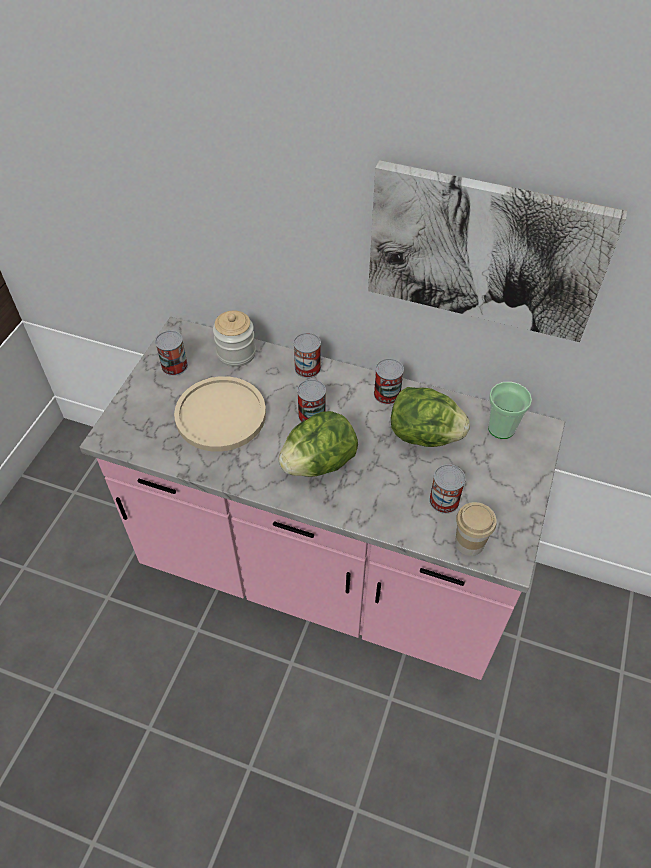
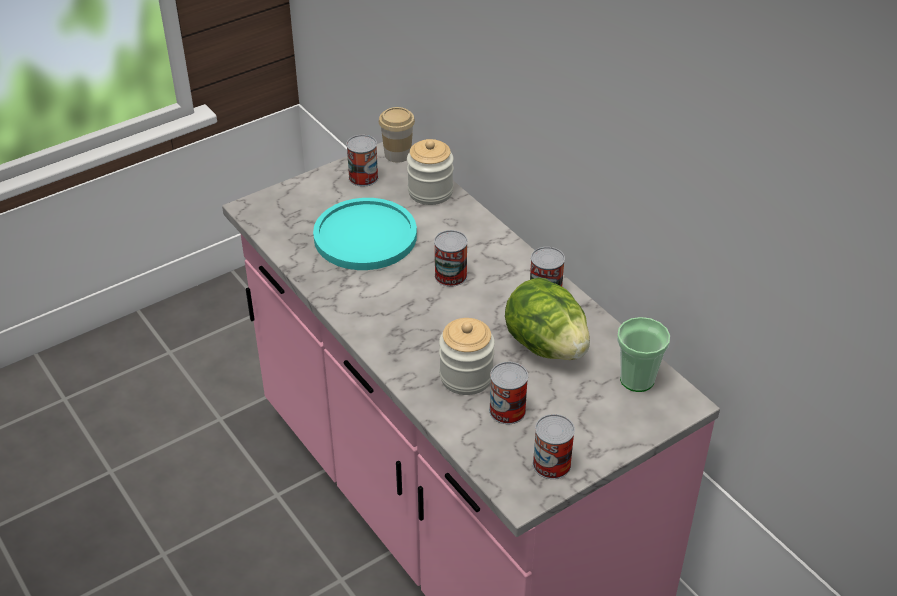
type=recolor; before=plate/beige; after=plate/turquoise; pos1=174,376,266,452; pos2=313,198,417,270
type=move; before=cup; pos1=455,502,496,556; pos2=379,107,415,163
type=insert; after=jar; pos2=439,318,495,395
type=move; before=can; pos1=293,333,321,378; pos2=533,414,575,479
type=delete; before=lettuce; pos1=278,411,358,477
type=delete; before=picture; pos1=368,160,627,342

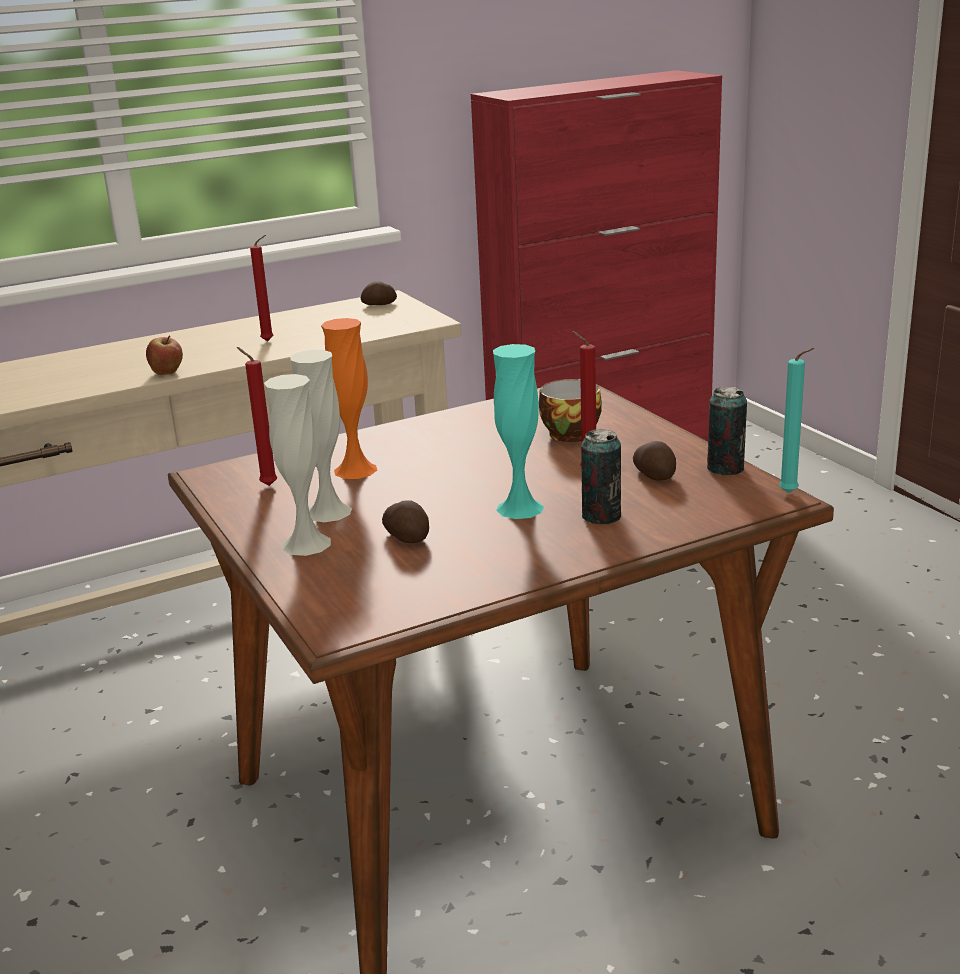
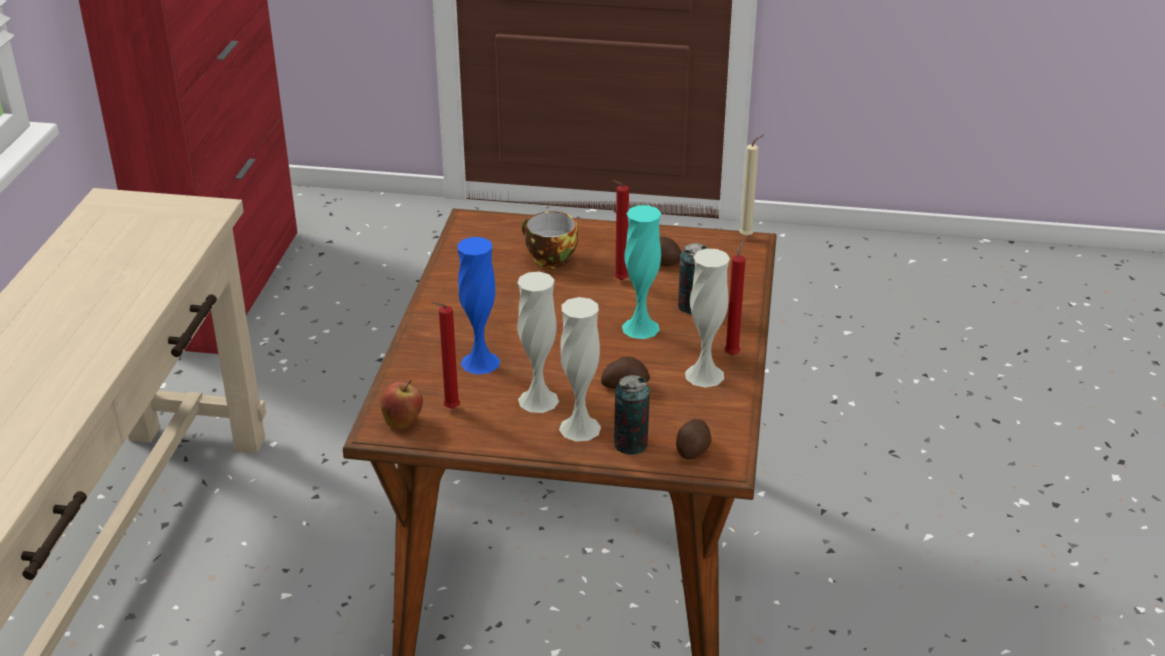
type=move; before=apple; pos1=146,336,183,375; pos2=380,380,423,428
type=recolor; before=vase/orange; after=vase/blue; pos1=321,318,377,479; pos2=457,237,500,375
type=move; before=can; pos1=707,386,747,475; pos2=614,375,650,455
type=move; before=potato; pos1=361,281,397,305; pos2=676,419,712,459
type=insert; after=vase/white; pos2=685,249,730,388
type=move; before=candle/red; pos1=250,235,274,341; pos2=724,241,746,355
type=recolor; before=candle/turquoise; after=candle/beige; pos1=779,348,815,493; pos2=739,134,765,237

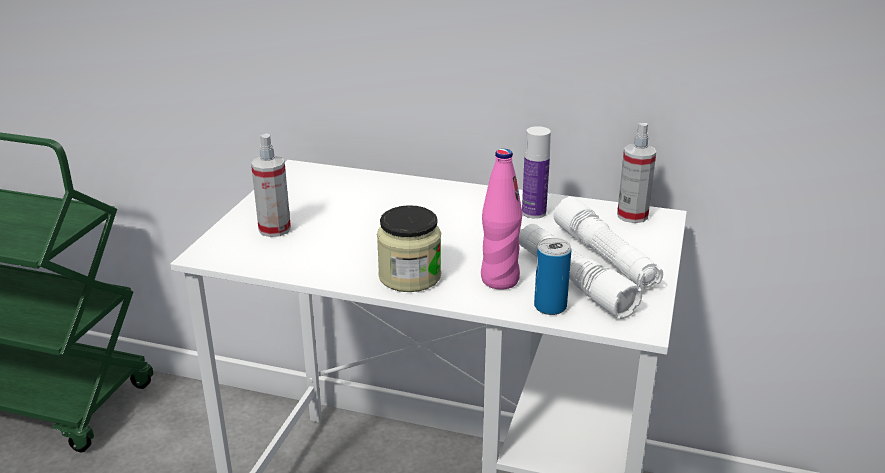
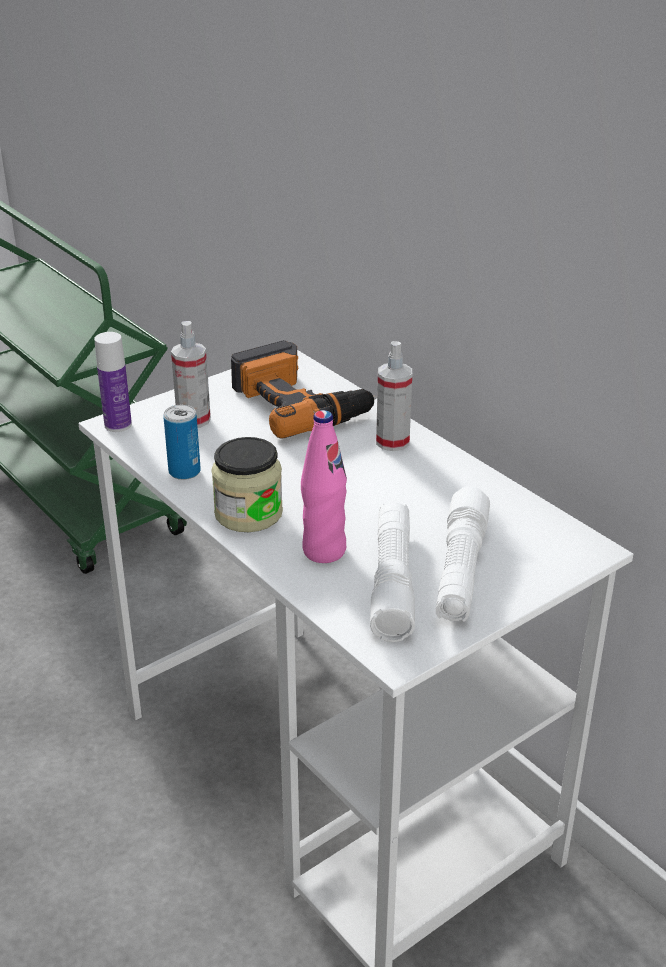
type=move; before=bottle; pos1=522,126,551,219; pos2=94,332,132,432
type=move; before=can; pos1=534,238,572,315; pos2=163,405,201,480
type=insert; after=power drill; pos2=231,340,377,439
type=move; before=spray bottle; pos1=617,123,656,223; pos2=376,341,412,451

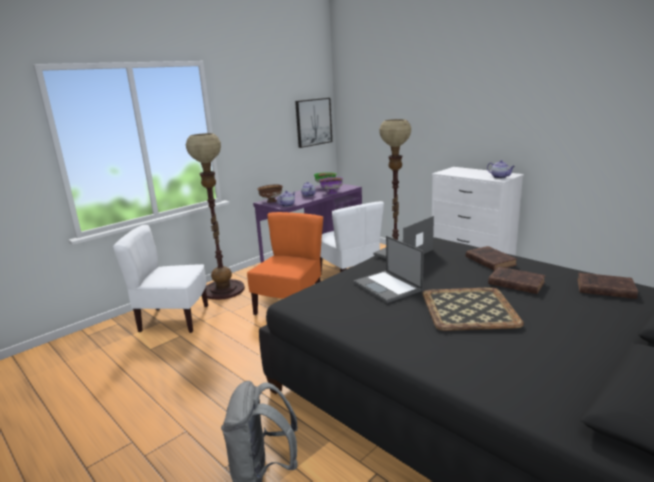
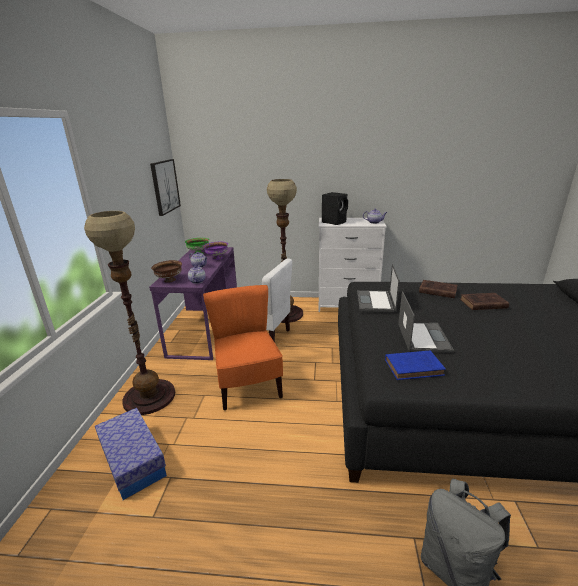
type=replace; before=chair/white; after=storage box; pos1=113,225,208,333; pos2=95,408,167,500
type=insert; after=speaker/black; pos2=322,192,348,225
type=insert; after=book/blue; pos2=385,350,446,380
type=rotate; before=laptop; pos1=353,236,424,303; pos2=398,291,454,353; turn=-105
type=delete; before=tray; pos1=422,287,524,331
type=delete; before=book/brown; pos1=577,273,638,299

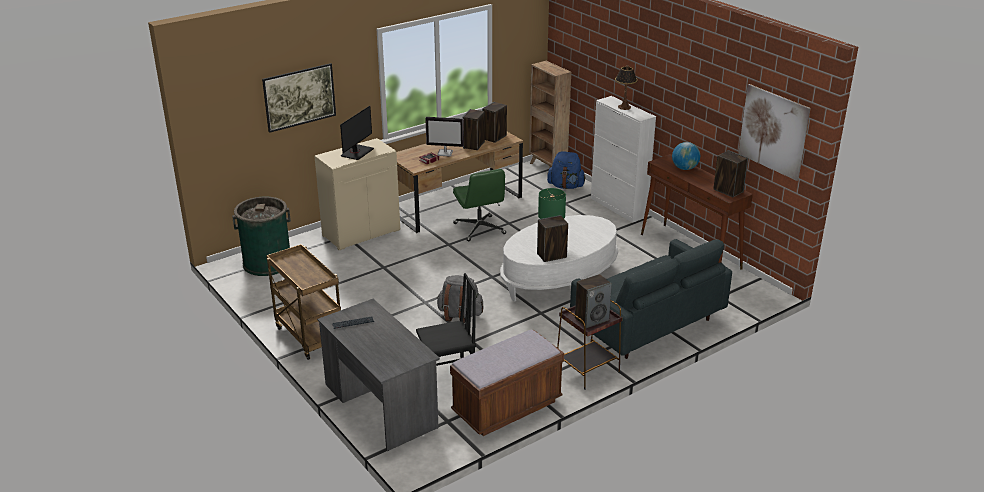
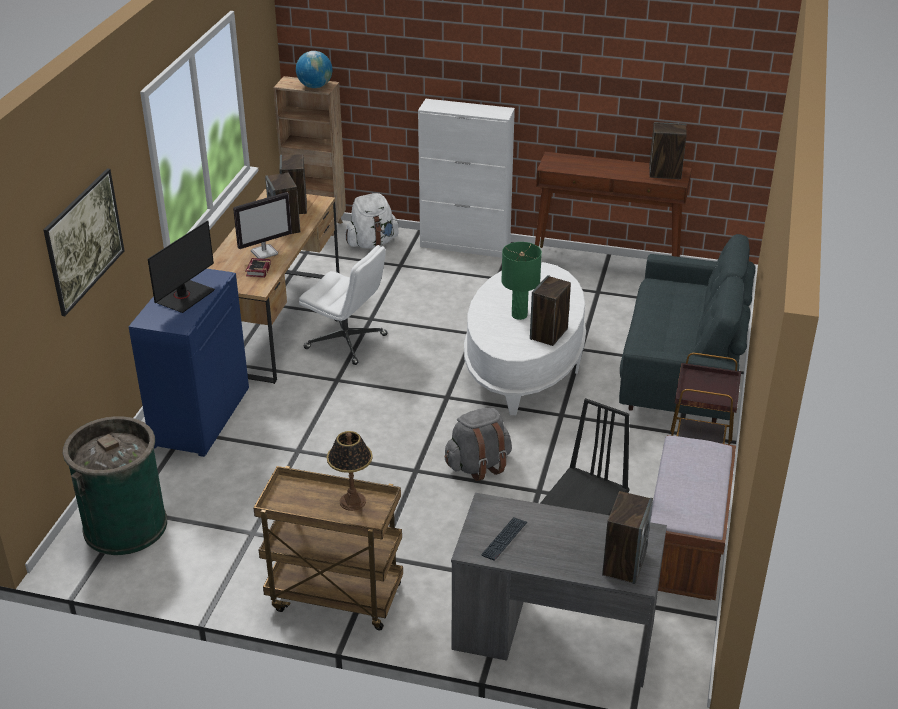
type=recolor; before=cabinet/beige; after=cabinet/blue; pos1=314,138,400,250; pos2=128,269,249,457
type=rotate; before=monitor; pos1=340,106,374,160; pos2=148,220,215,313; turn=45
type=move; before=globe; pos1=672,142,700,170; pos2=296,51,332,88
type=recolor; before=office chair/green; after=office chair/white; pos1=453,169,506,242; pos2=299,245,388,365
type=move; before=table lamp; pos1=615,65,638,110; pos2=327,431,373,511
type=recolor; before=backpack/blue; after=backpack/white; pos1=547,151,586,189; pos2=345,193,399,248
type=move; before=speaker; pos1=575,274,612,328; pos2=602,491,653,584
type=delete; before=picture; pos1=738,84,811,181

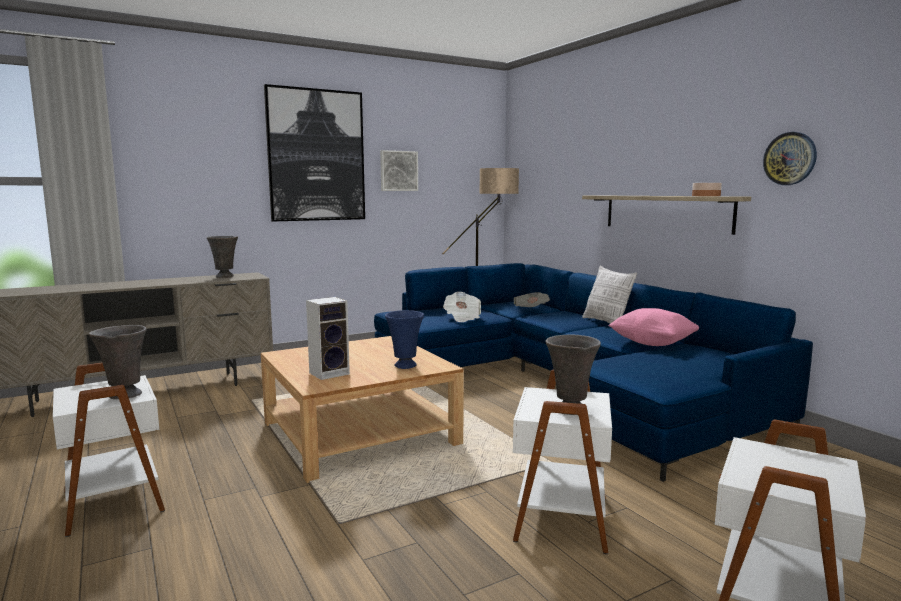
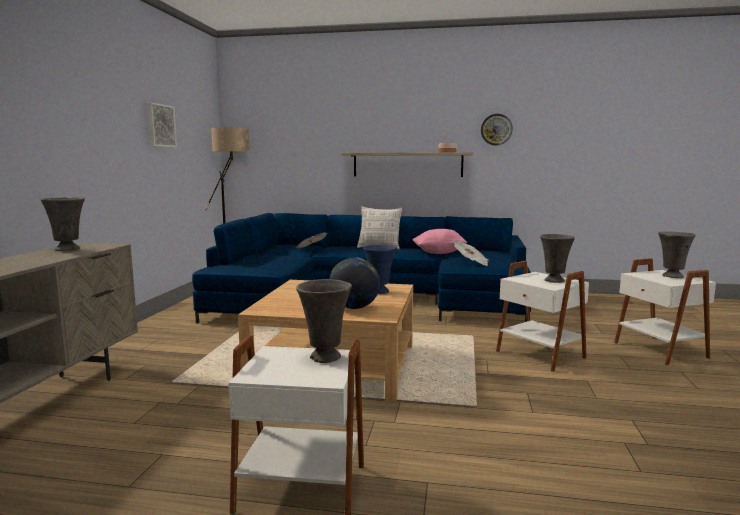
type=replace; before=speaker; after=globe; pos1=306,297,350,380; pos2=329,258,380,309
type=move; before=newspaper; pos1=443,292,481,322; pos2=454,240,489,266
type=insert; after=vase/grey; pos2=658,231,696,278
type=delete; before=picture; pos1=264,84,365,222

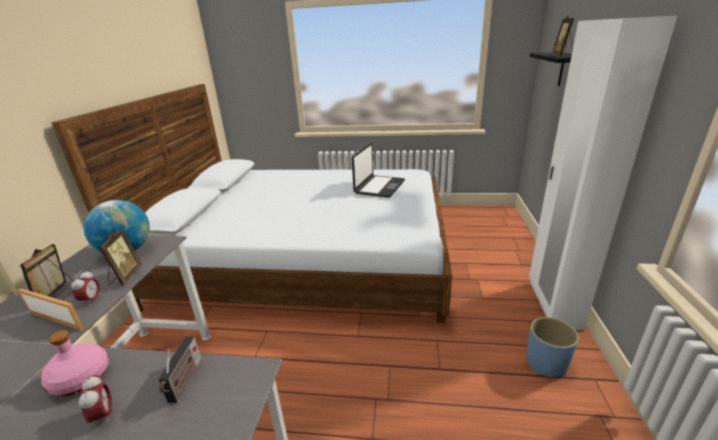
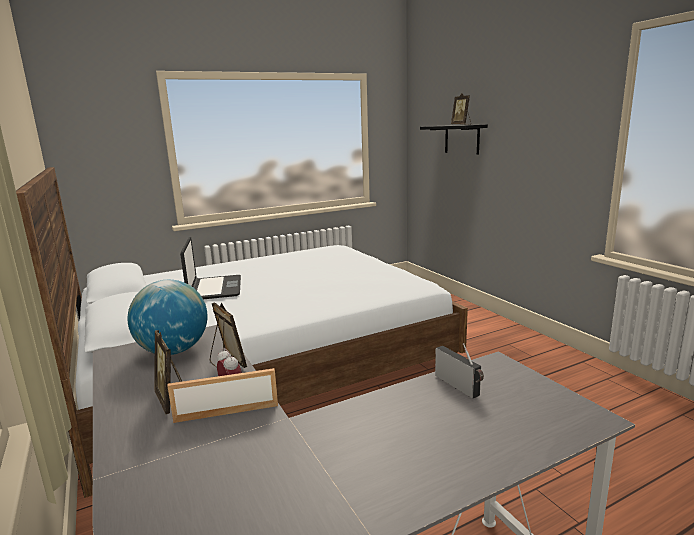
type=move; before=laptop; pos1=352,143,405,198; pos2=180,237,241,299
type=delete; before=bottle/pink; pos1=41,330,109,396
type=delete; before=alarm clock; pos1=79,375,112,423
type=delete; before=planter/blue; pos1=526,317,579,377
type=delete; before=wardrobe/white; pos1=529,15,678,330

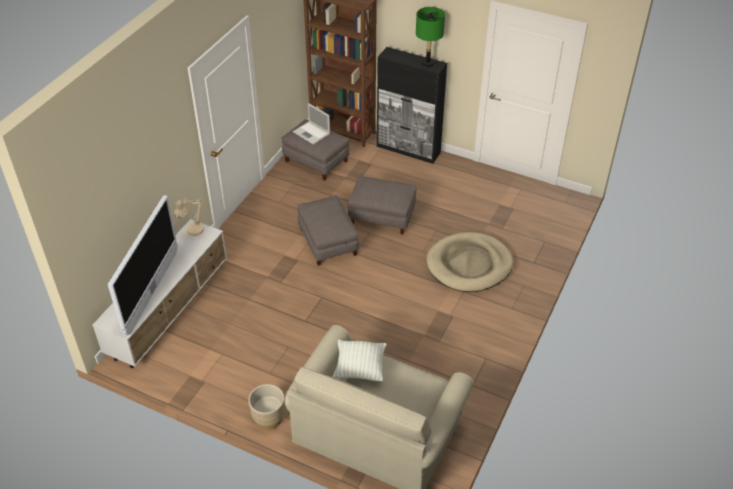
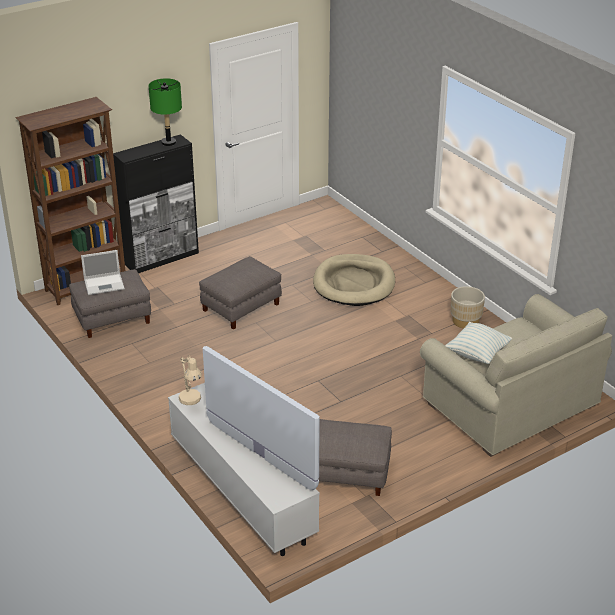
type=move; before=ottoman/grey; pos1=298,195,359,266; pos2=319,419,392,496
type=move; before=planter/beige; pos1=248,384,285,430; pos2=451,286,485,328

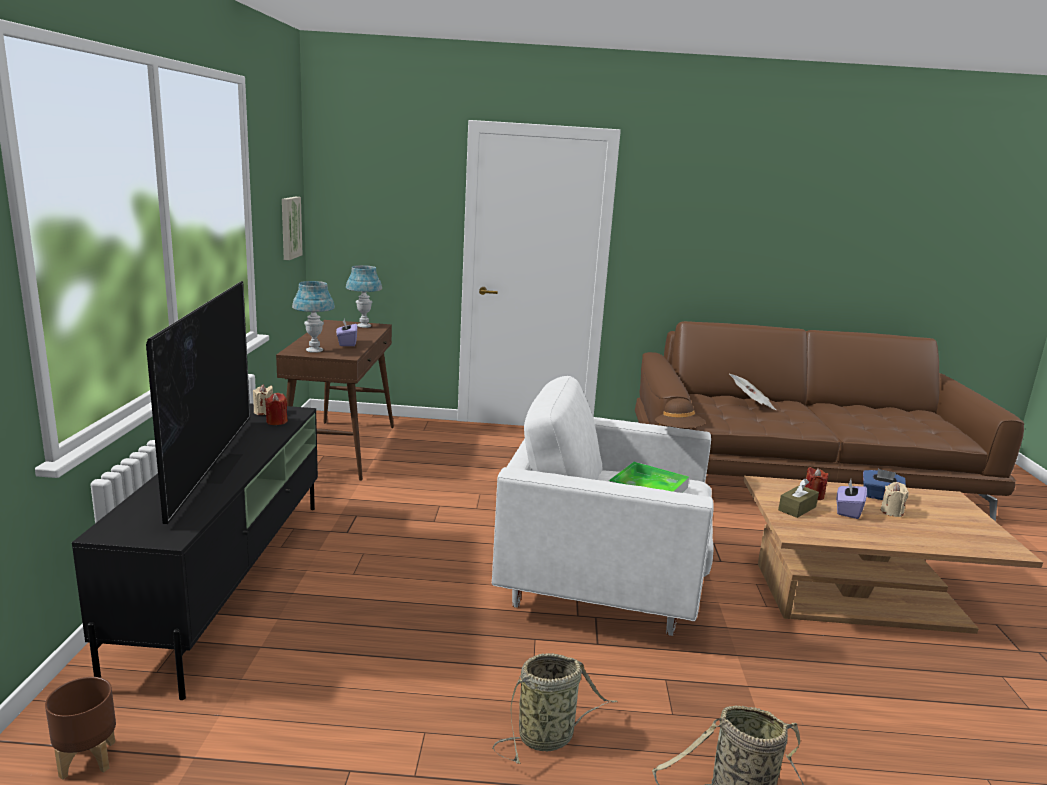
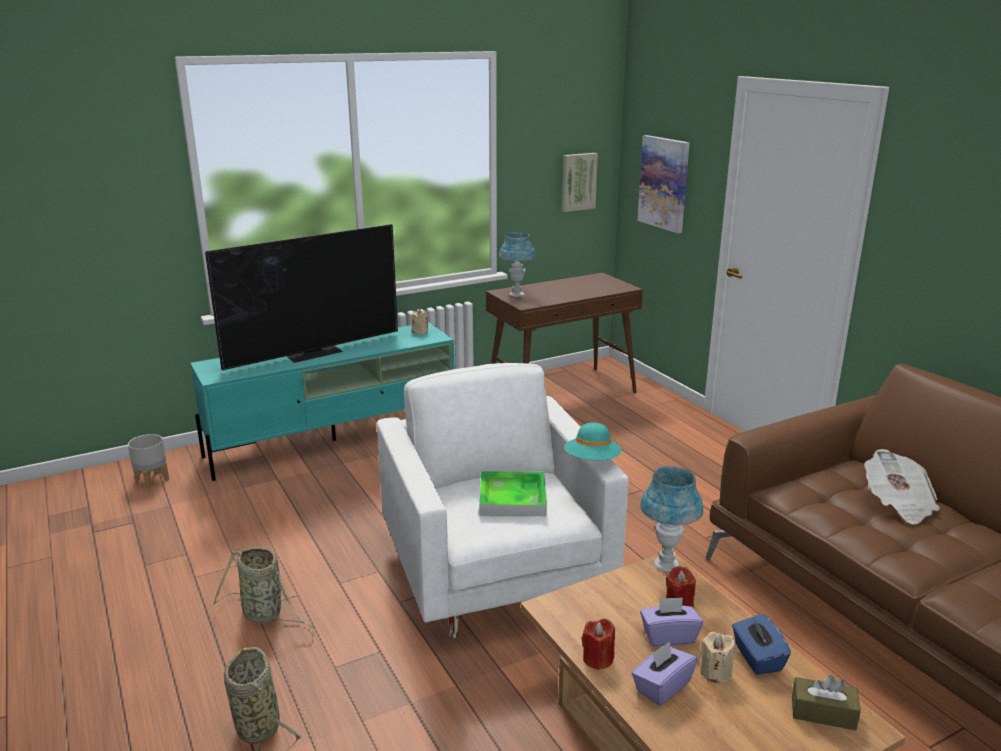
type=recolor; before=planter/brown; after=planter/grey; pos1=45,677,116,780; pos2=128,434,169,488
type=recolor; before=tv stand/black; after=tv stand/turquoise; pos1=72,403,318,700; pos2=190,322,454,481
type=recolor; before=hat/brown; after=hat/turquoise; pos1=655,398,706,428; pos2=564,422,621,460
type=move; before=candle/red; pos1=265,393,288,425; pos2=581,619,615,670
type=move; before=tissue box/purple; pos1=336,319,357,346; pos2=632,641,697,706
type=insert; after=picture; pos2=637,135,690,233
type=move; before=table lamp/blue; pos1=346,265,382,328; pos2=640,466,704,572
type=move; before=tissue box/brown; pos1=778,478,819,518; pos2=792,675,861,731

